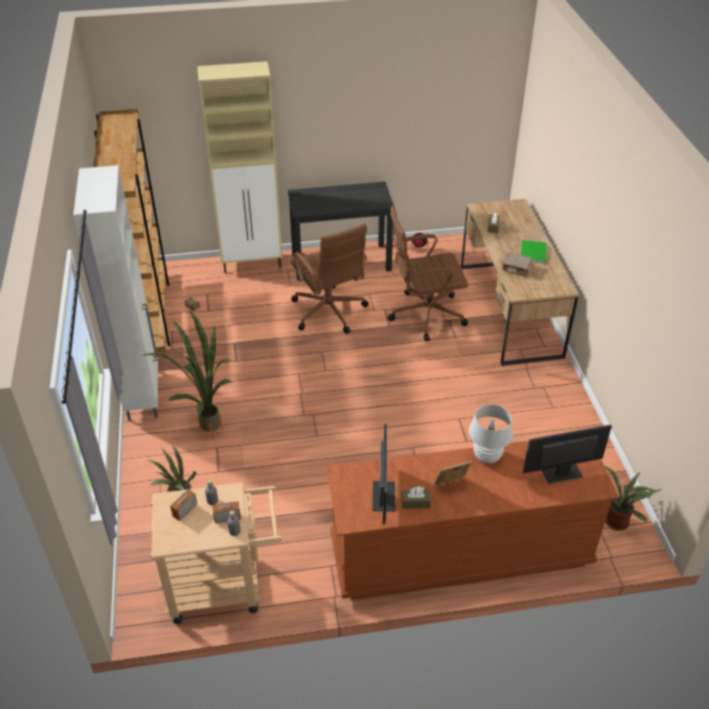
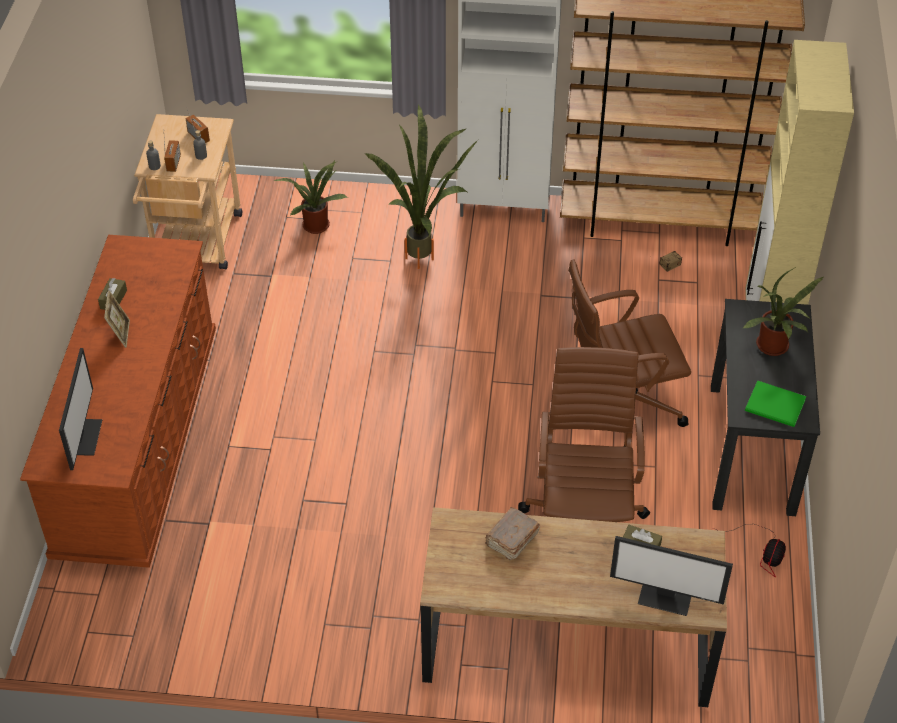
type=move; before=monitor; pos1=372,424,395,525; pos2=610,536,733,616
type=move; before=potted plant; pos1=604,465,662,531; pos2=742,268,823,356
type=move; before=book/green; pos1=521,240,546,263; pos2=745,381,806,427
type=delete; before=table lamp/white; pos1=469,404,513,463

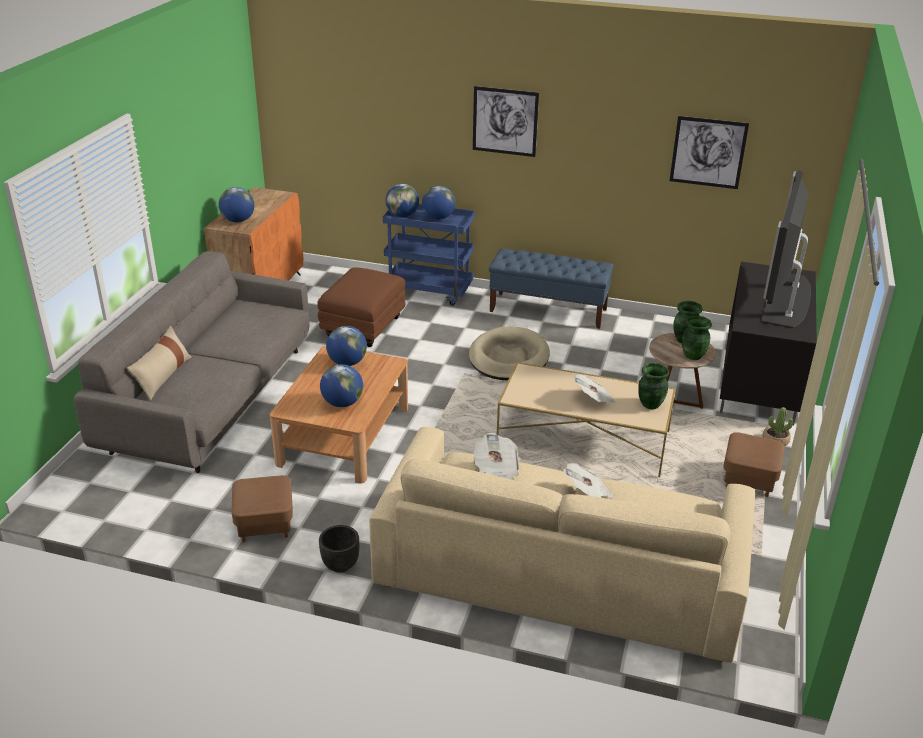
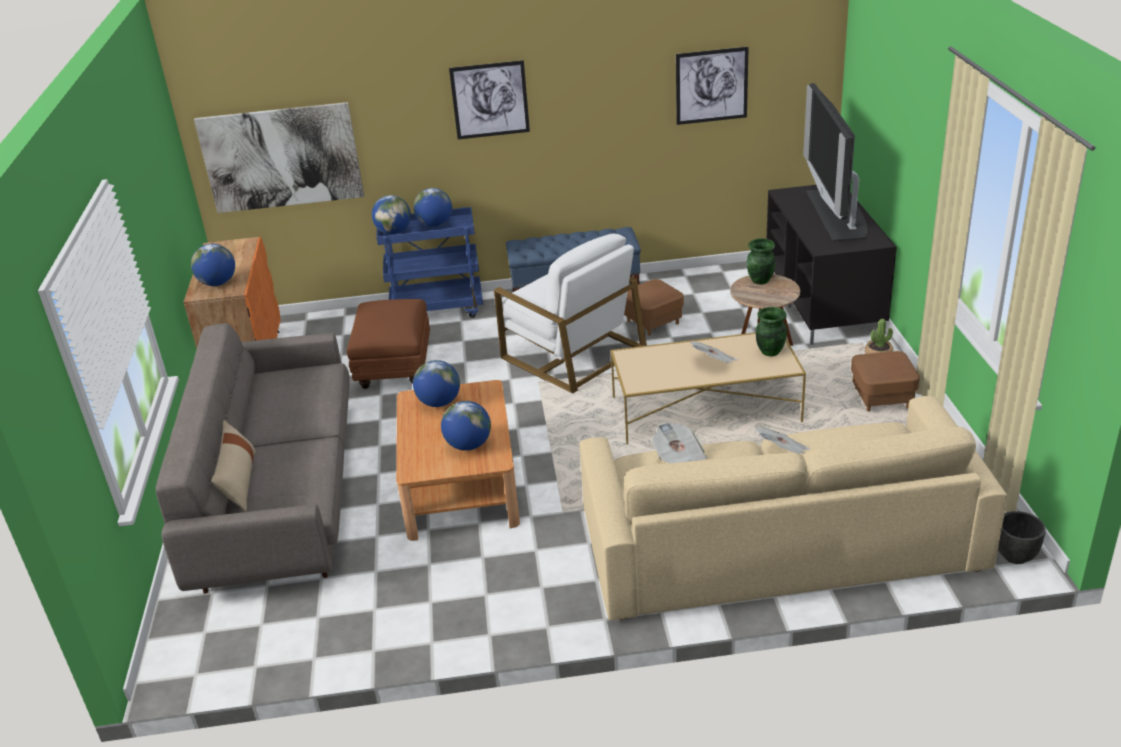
type=insert; after=picture; pos2=194,102,364,213
type=replace; before=dog bed/beige; after=armchair/white; pos1=469,327,550,380; pos2=494,234,647,394
type=move; before=ottoman/brown; pos1=232,475,293,542; pos2=624,279,684,336
type=move; before=planter/black; pos1=319,525,359,573; pos2=998,511,1046,564
type=delete; before=vase/green; pos1=682,316,712,360

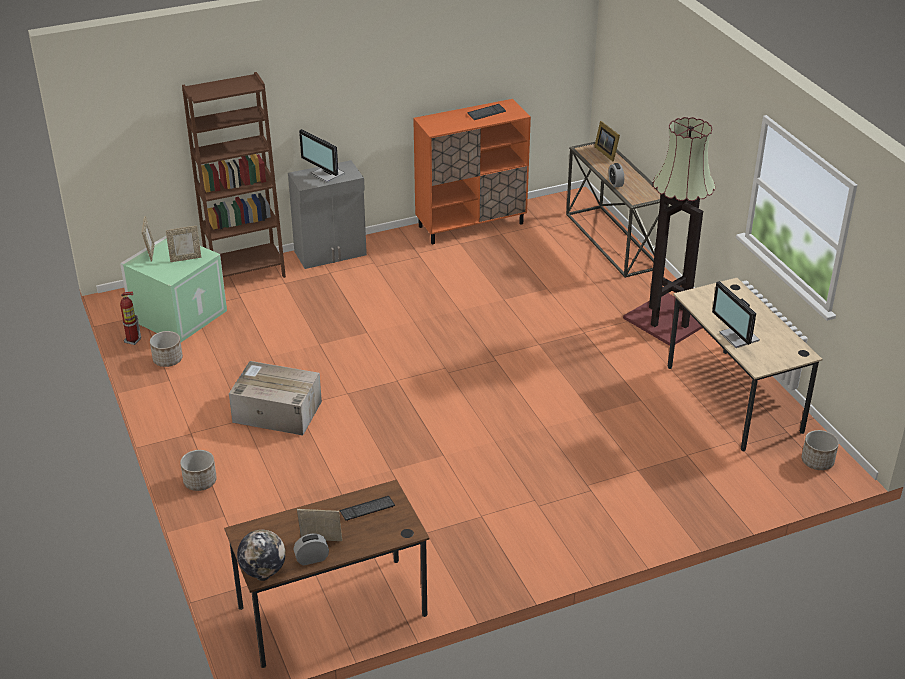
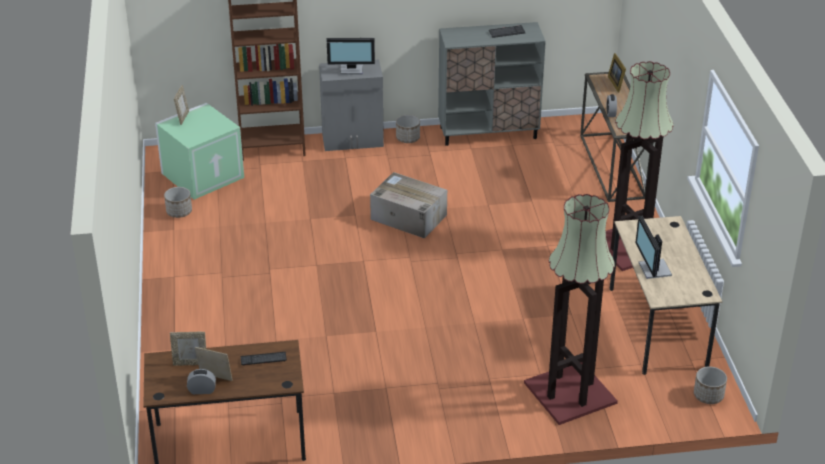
type=move; before=picture frame; pos1=166,226,201,262; pos2=170,332,206,366
type=rotate; before=monitor; pos1=299,129,345,183; pos2=327,38,375,75; turn=-60
type=move; before=cardboard box; pos1=229,361,322,435; pos2=370,172,447,239
type=move; before=planter; pos1=180,450,217,491; pos2=396,115,420,143
type=recolor; before=cabinet/orange; after=cabinet/grey; pos1=413,99,531,244; pos2=438,22,546,146
type=insert; after=floor lamp; pos2=524,194,618,425
type=delete; before=fire extinguisher; pos1=120,291,141,345
type=delete; before=globe; pos1=237,530,286,578

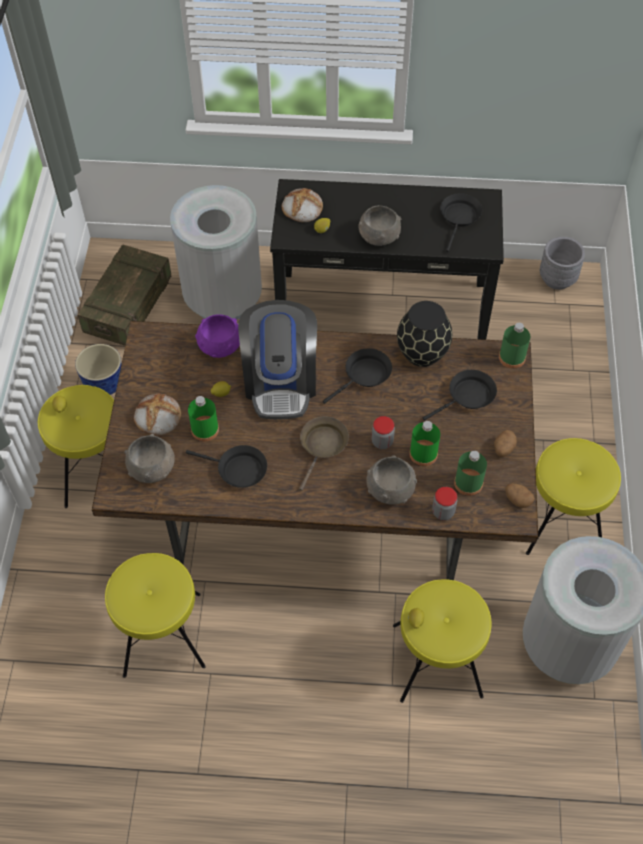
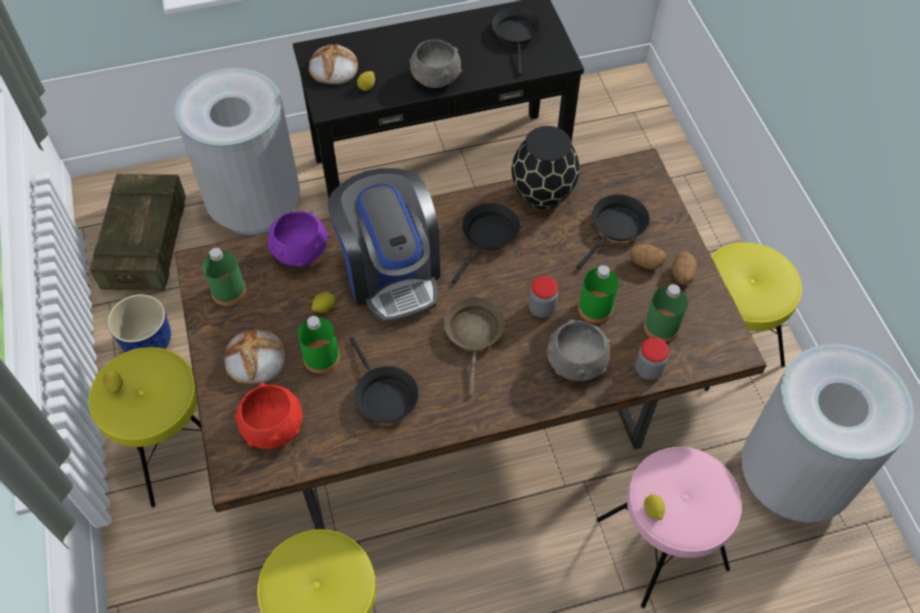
type=move; before=bottle/green; pos1=499,323,531,368; pos2=202,248,247,306
type=recolor; before=bowl/grey; after=bowl/red; pos1=124,434,174,483; pos2=234,383,302,449
type=rotate; before=frying pan/black; pos1=186,445,267,488; pos2=350,337,419,423; turn=60
type=recolor; before=stool/yellow; after=stool/pink; pos1=393,580,492,703; pos2=596,447,742,608
type=move; before=potato; pos1=505,483,535,508; pos2=629,244,666,270
type=delete; before=planter/grey; pos1=540,237,585,290

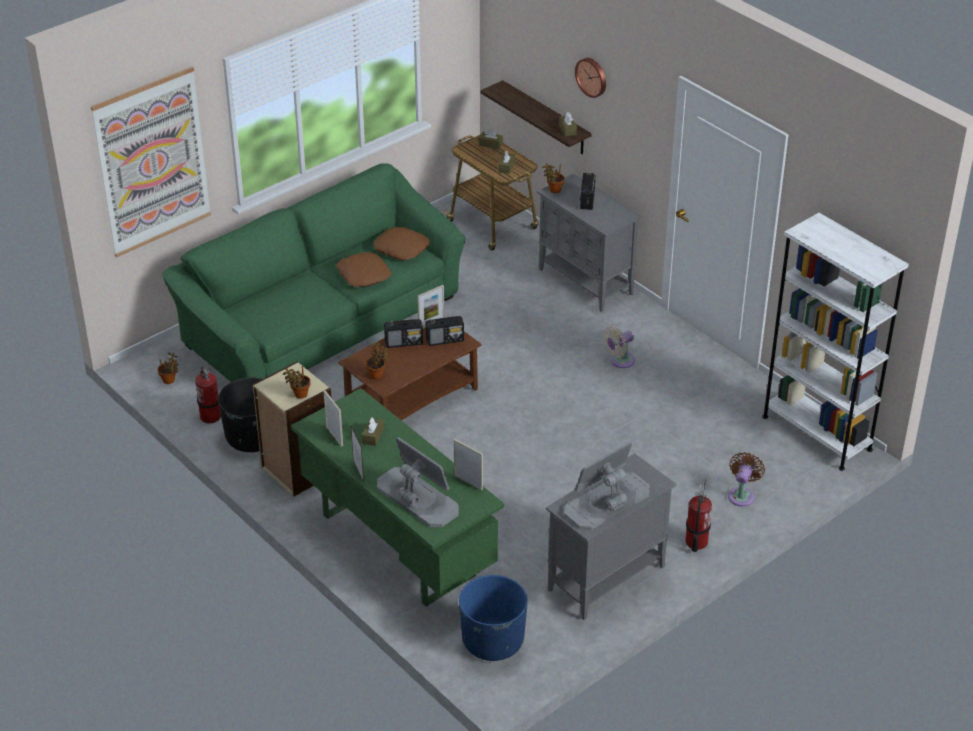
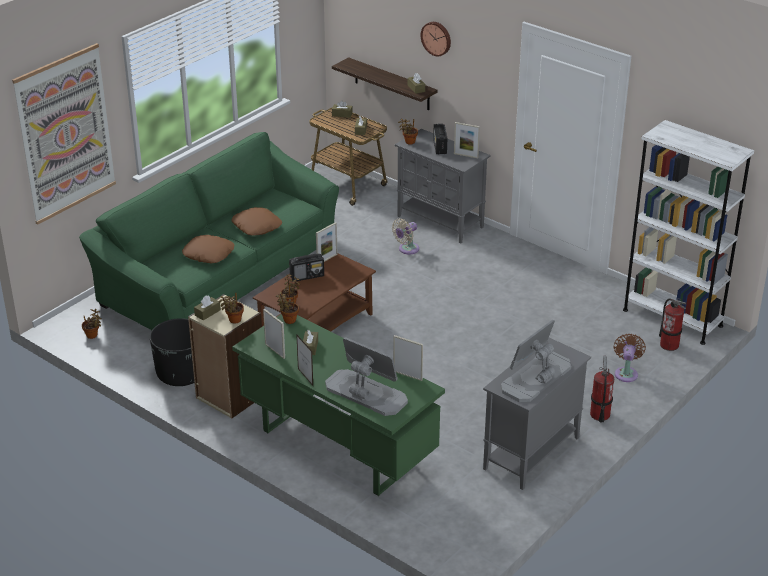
type=move; before=pillow/brown; pos1=373,227,430,260; pos2=182,235,235,264
type=insert; after=tissue box/brown; pos2=194,295,221,320
type=insert; after=potted plant; pos2=276,292,299,324
type=move; before=fan/beige; pos1=604,326,635,368; pos2=392,219,419,254
type=insert; after=picture frame; pos2=454,122,480,158
type=move; before=fire extinguisher; pos1=195,366,221,423; pos2=659,298,686,351
type=delete; before=radio; pos1=426,316,464,346
type=delete; before=planter/blue; pos1=459,575,528,661

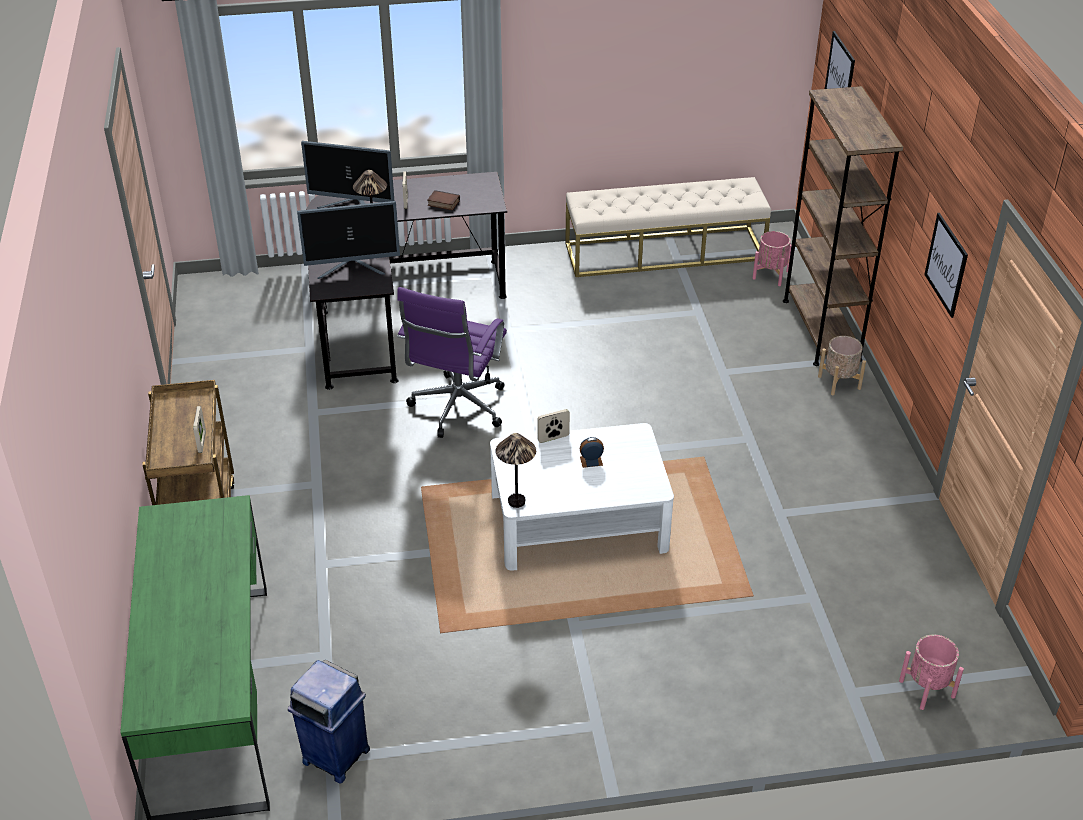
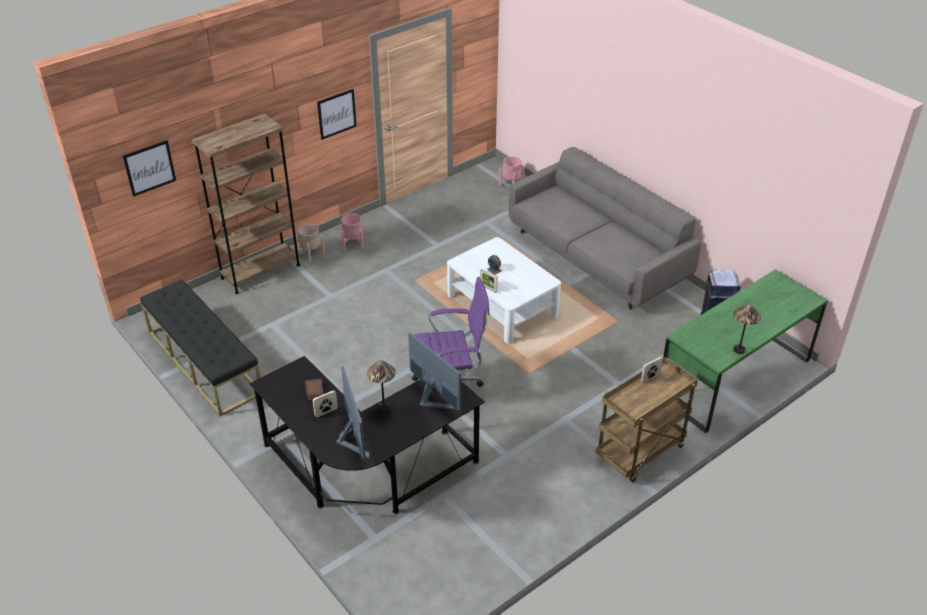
type=recolor; before=bench/beige; after=bench/black; pos1=565,177,771,277; pos2=140,280,261,416
type=move; before=planter/pink; pos1=753,231,792,286; pos2=341,213,364,249
type=insert; after=sofa/grey; pos2=509,147,701,310
type=move; before=table lamp; pos1=495,433,536,508; pos2=733,304,761,354

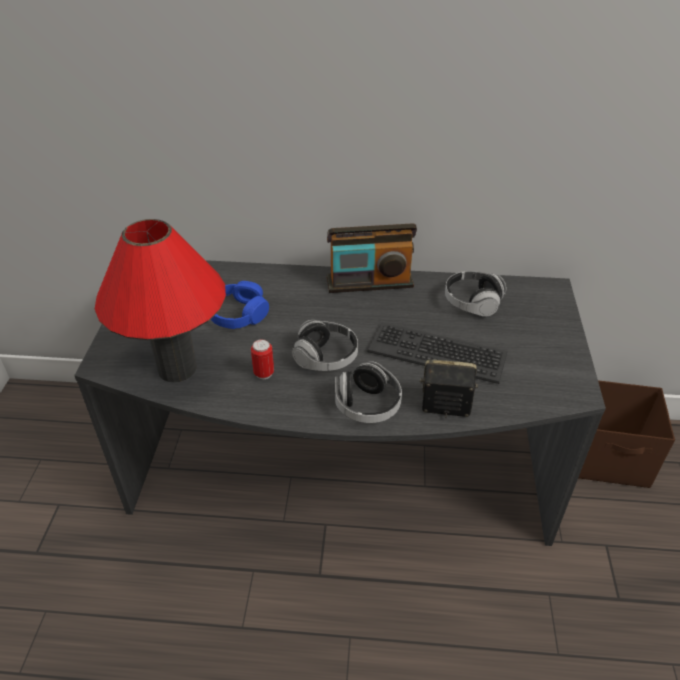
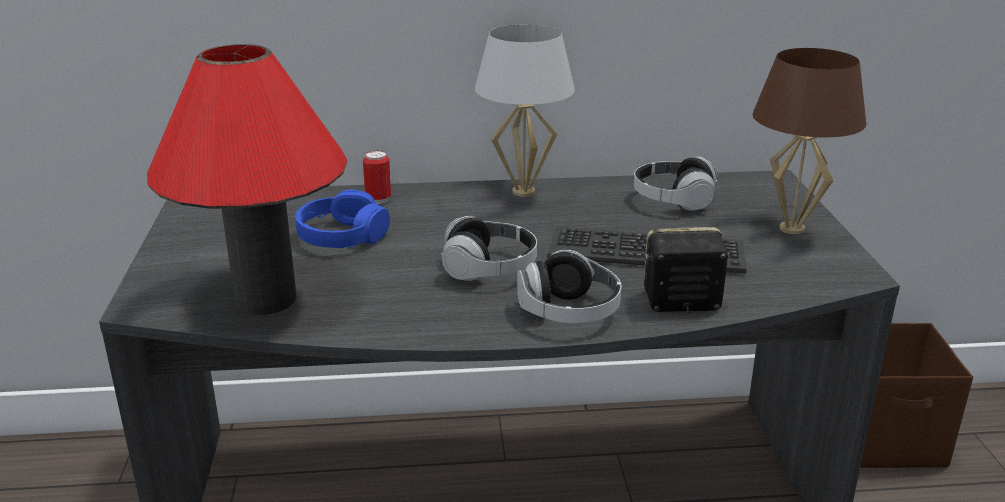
type=move; before=can; pos1=251,339,274,379; pos2=363,150,391,204
type=replace; before=radio; after=table lamp/white; pos1=327,223,417,293; pos2=475,24,575,197
type=insert; after=table lamp/brown; pos2=753,48,867,234

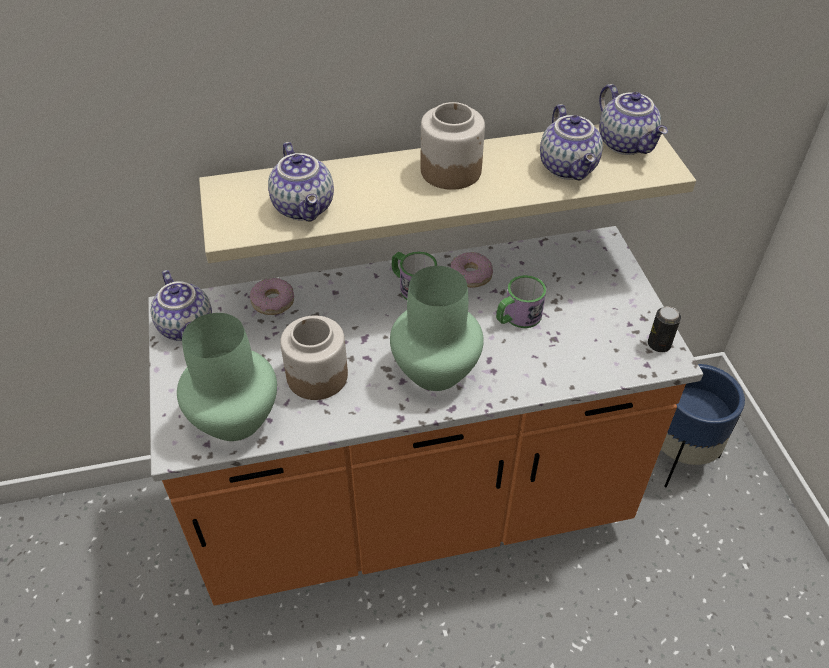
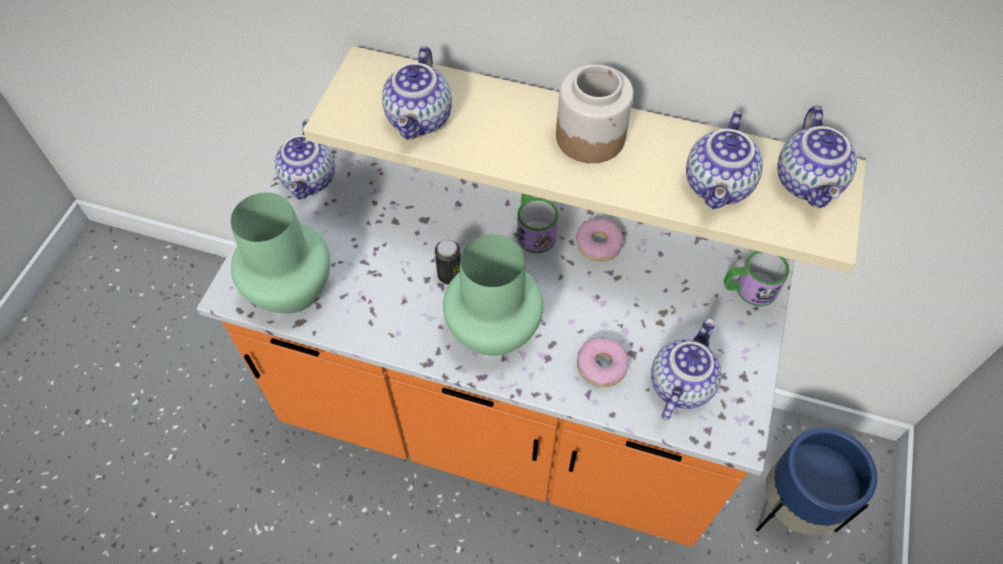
type=move; before=can; pos1=648,306,681,352; pos2=435,240,461,285
type=move; before=donut; pos1=250,278,294,315; pos2=577,337,629,387
type=insert; after=teapot; pos2=651,318,722,420
type=move; before=mug; pos1=496,275,546,328; pos2=724,251,790,306
type=delete; before=jar; pos1=280,315,348,400

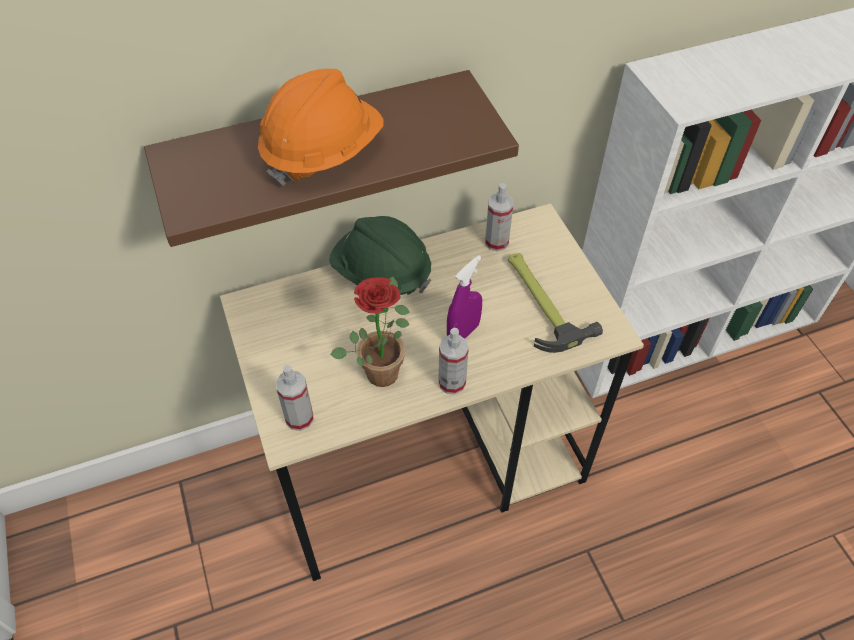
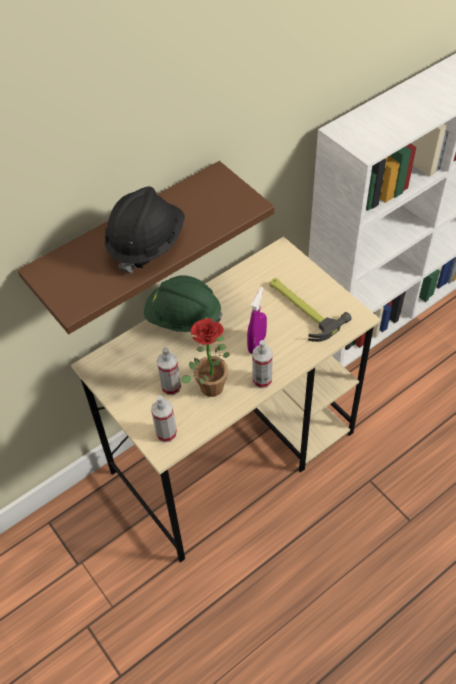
type=recolor; before=hard hat/orange; after=hard hat/black; pos1=258,69,384,186; pos2=105,186,185,273
type=move; before=spray bottle; pos1=485,183,513,251; pos2=157,347,181,395

